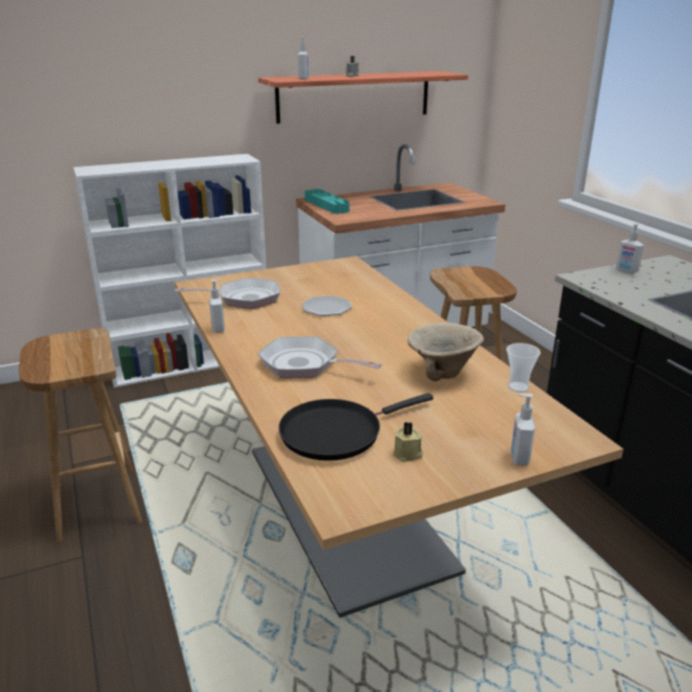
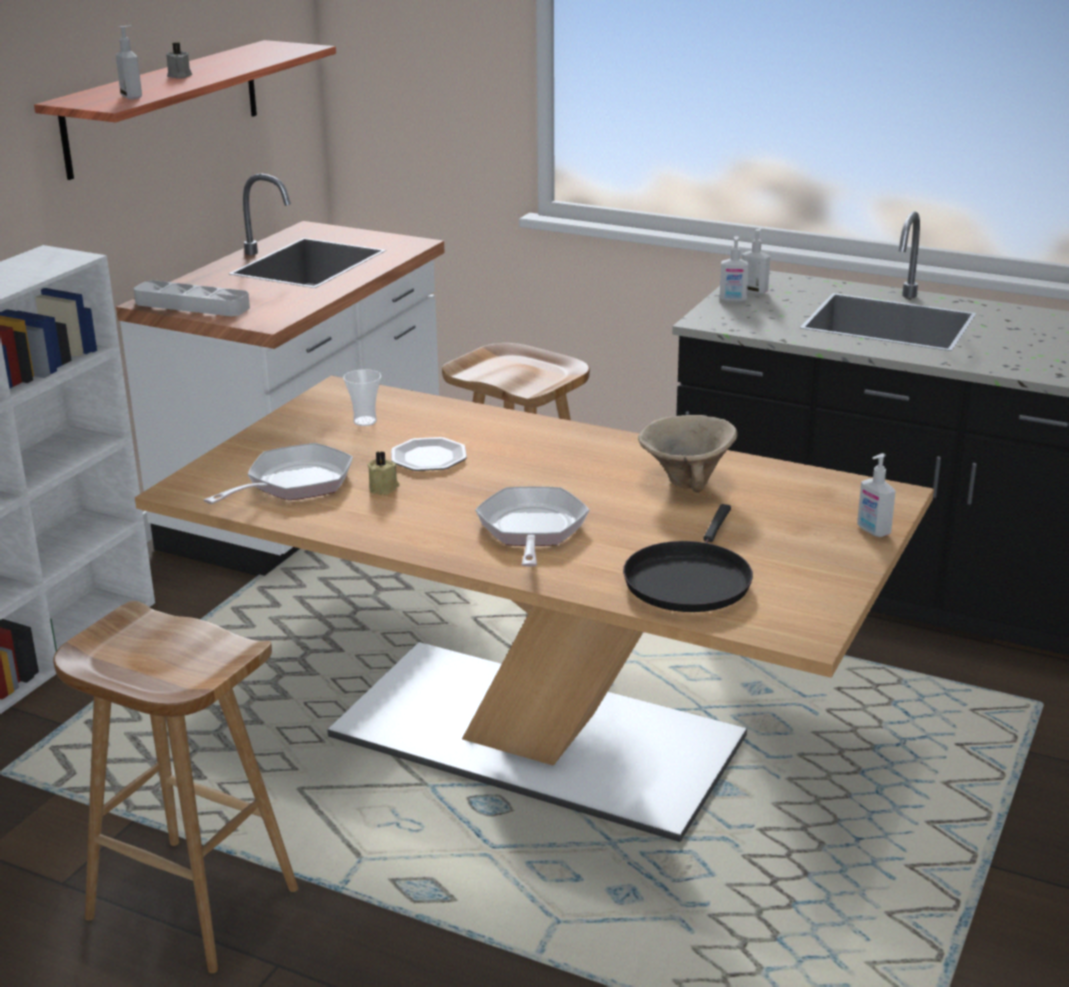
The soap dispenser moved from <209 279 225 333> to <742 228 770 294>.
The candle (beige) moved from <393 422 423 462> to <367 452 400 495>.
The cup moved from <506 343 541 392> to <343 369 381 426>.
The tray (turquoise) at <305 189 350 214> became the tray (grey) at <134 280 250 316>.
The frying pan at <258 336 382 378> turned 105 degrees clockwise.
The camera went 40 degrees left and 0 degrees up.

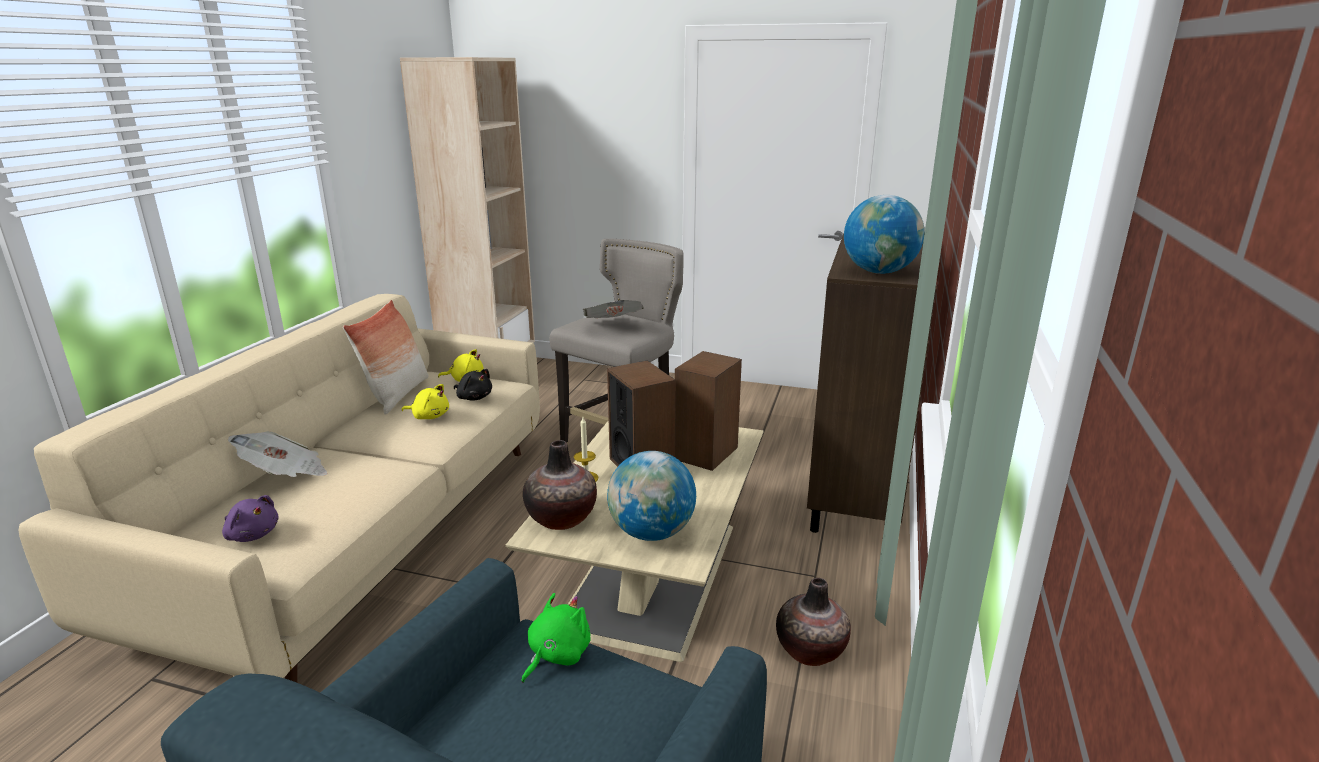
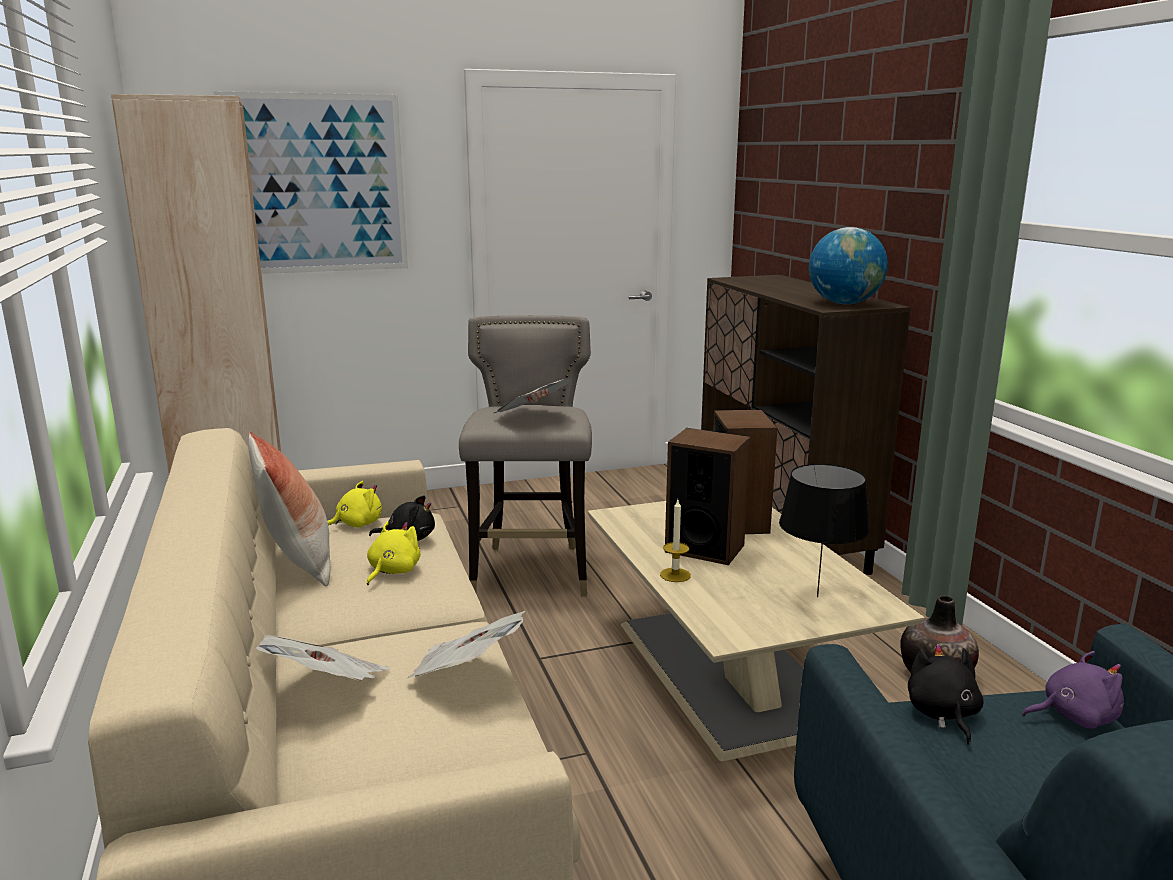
The vase at <523 440 597 530> disappeared.
The picture at <214 92 408 274> appeared.
The newspaper at <406 611 525 679> appeared.
The plush toy (purple) moved from <222 495 278 542> to <1022 651 1124 729>.
The globe at <607 451 696 541> was replaced by the table lamp (black) at <779 464 869 597>.
The plush toy (green) at <521 593 591 683> became the plush toy (black) at <908 644 984 745>.
The plush toy (yellow) at <401 384 449 419> turned 45 degrees counterclockwise.
The camera went 35 degrees left and 5 degrees down.

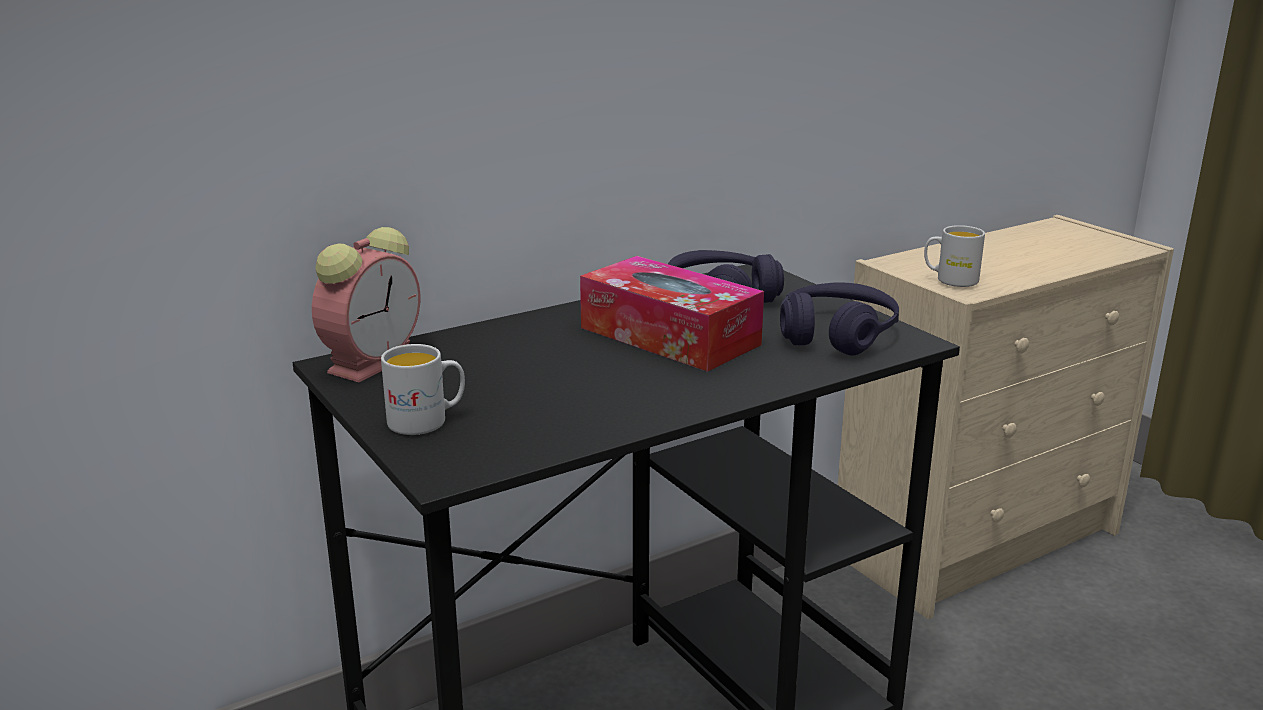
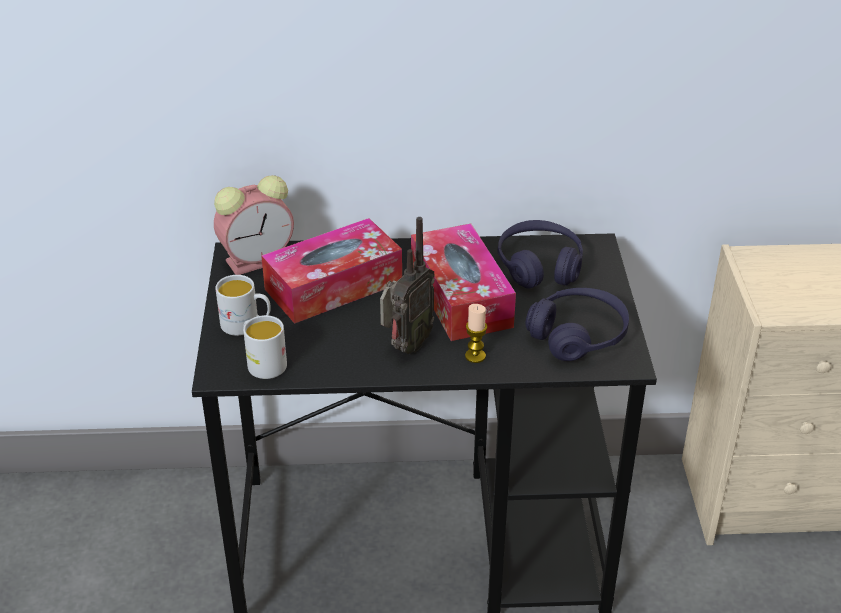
The tissue box at <261 218 402 324> appeared.
The radio at <380 217 435 354> appeared.
The candle at <465 304 487 363> appeared.
The mug (white) moved from <924 225 985 287> to <243 315 287 379>.
The camera went 30 degrees right and 15 degrees up.

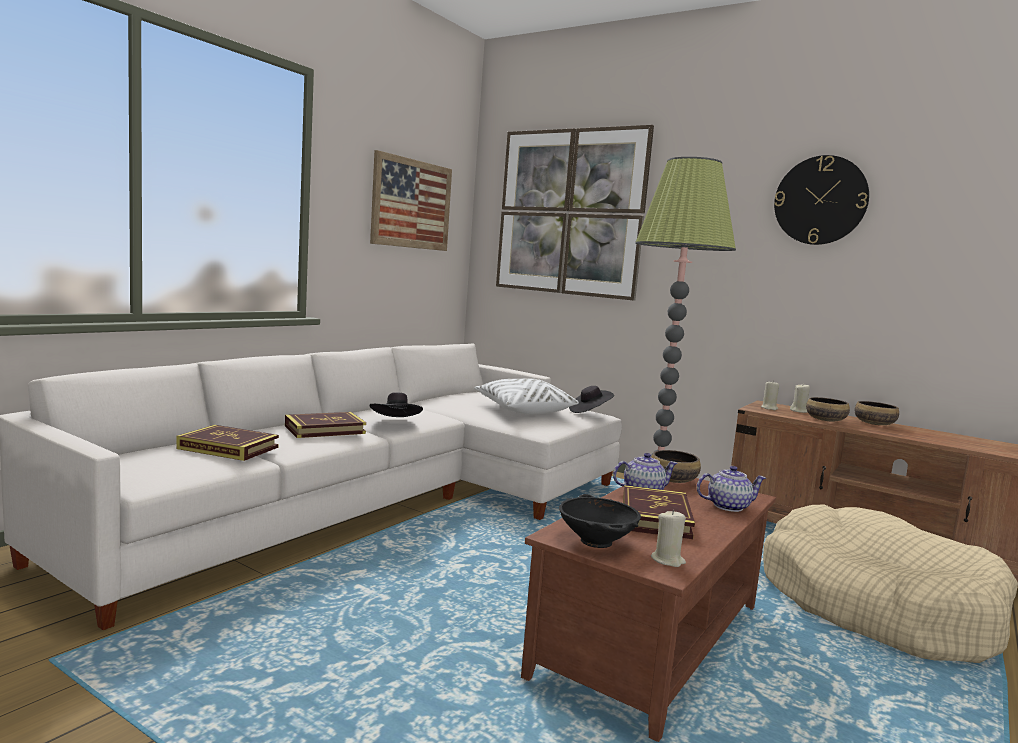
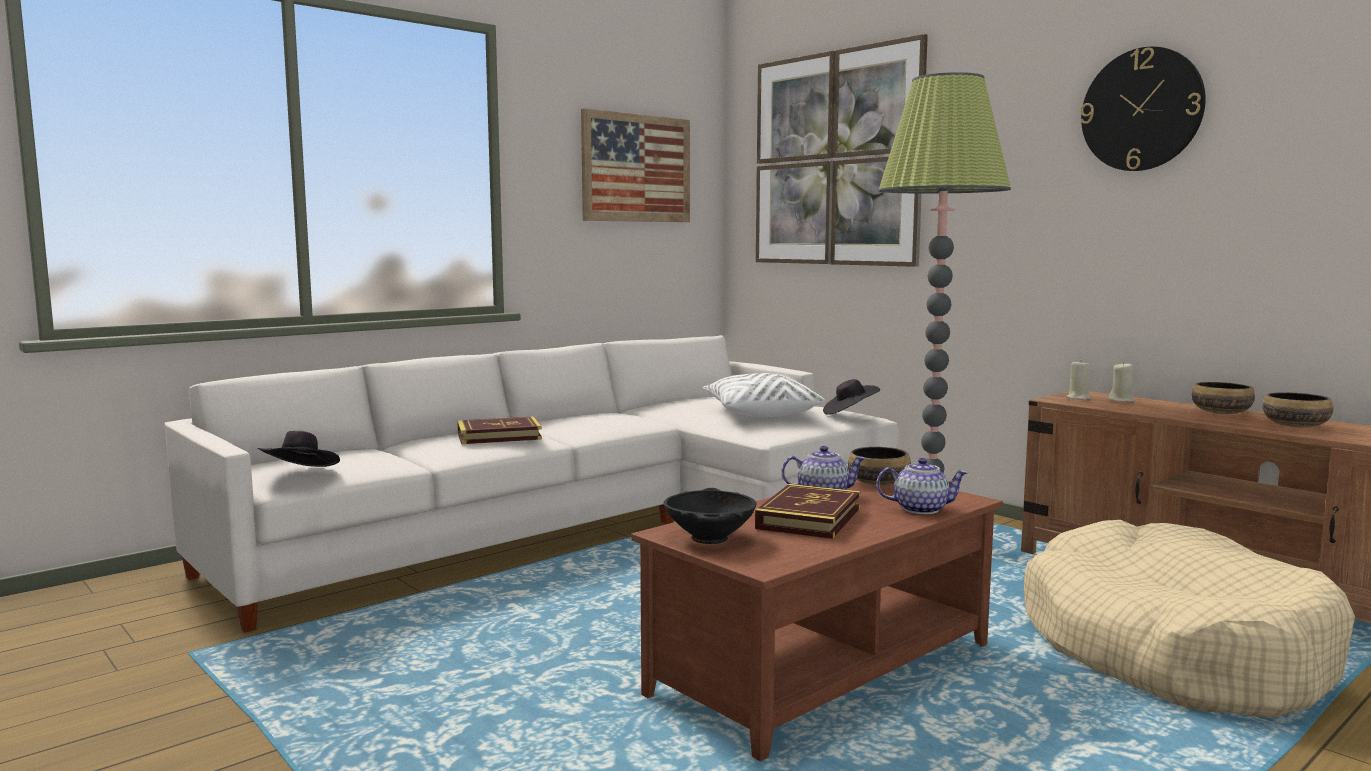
The book at <177 425 279 461> disappeared.
The candle (beige) at <651 510 686 567> disappeared.
The hat (black) moved from <370 392 423 417> to <257 431 340 467>.
The bowl moved from <806 397 850 421> to <1263 392 1333 427>.
The camera went 15 degrees right and 0 degrees up.

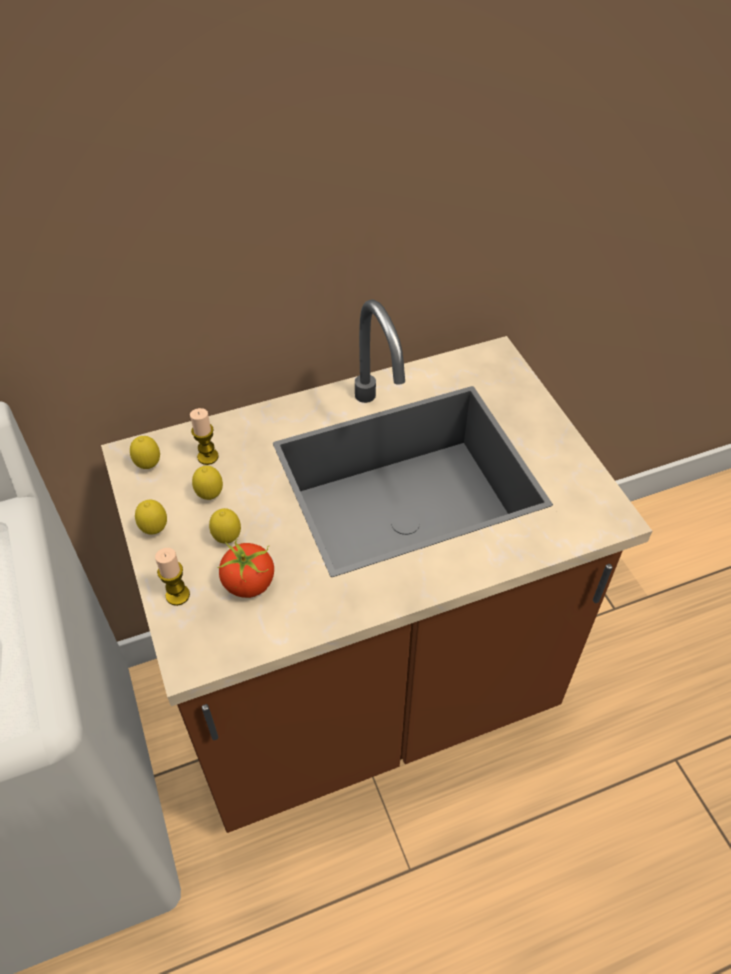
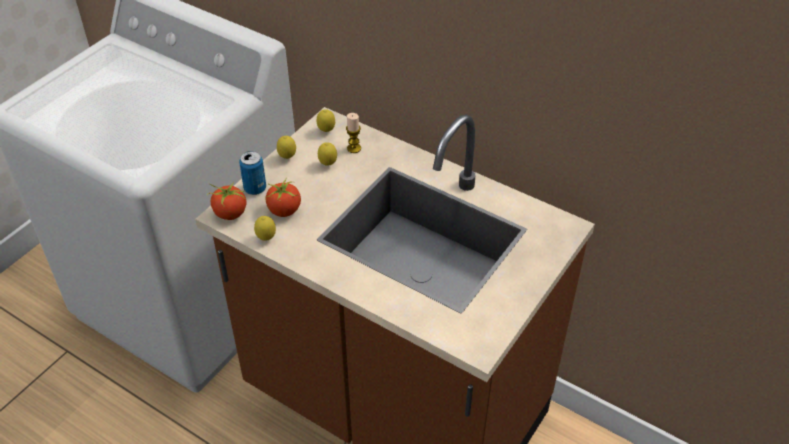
The tomato at <207 182 246 220> appeared.
The lemon moved from <209 508 241 544> to <254 216 276 241>.
The candle at <155 548 190 606> was replaced by the can at <239 151 266 195>.
The camera went 55 degrees right and 5 degrees down.

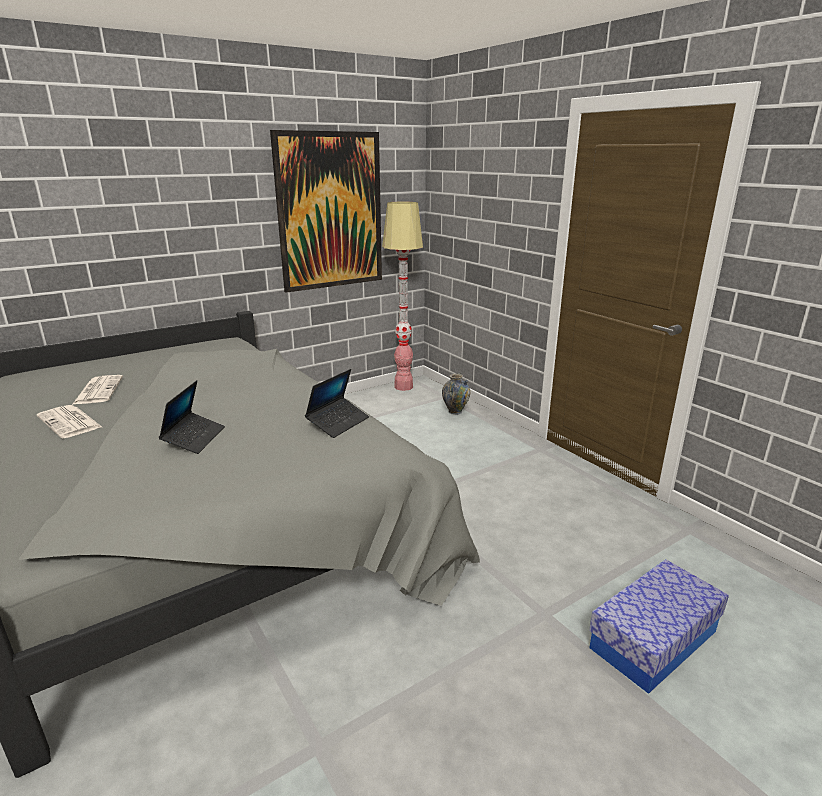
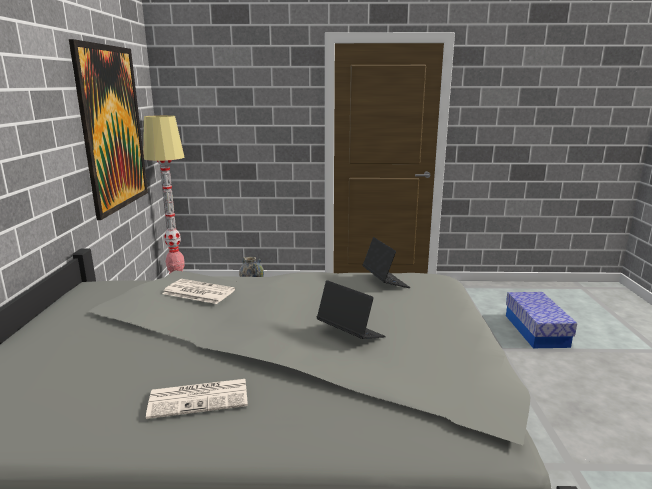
The newspaper moved from <72 375 123 405> to <162 279 235 304>.
The camera went 55 degrees left and 5 degrees down.

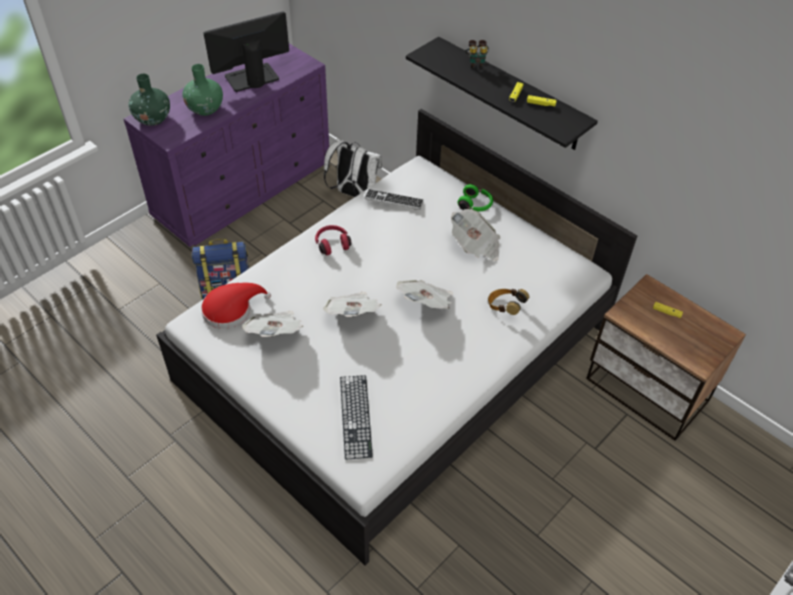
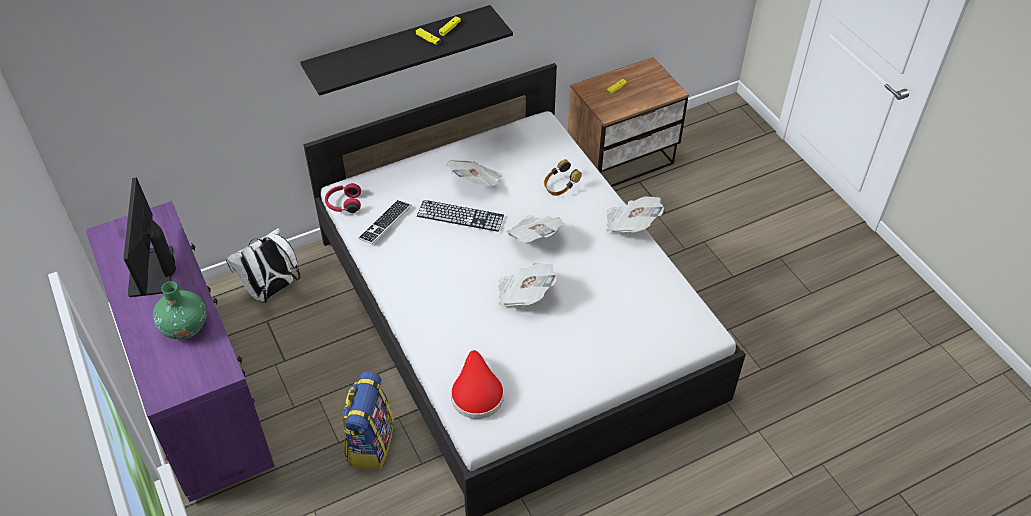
The vase (green) at <128 74 170 126> disappeared.
The headphones (green) at <458 184 493 212> disappeared.
The binoculars at <465 40 489 68> disappeared.
The newspaper moved from <242 311 303 337> to <606 196 664 233>.
The headphones (red) moved from <315 225 352 255> to <325 183 361 213>.
The keyboard moved from <340 375 373 460> to <417 200 504 232>.
The camera went 70 degrees left and 0 degrees up.

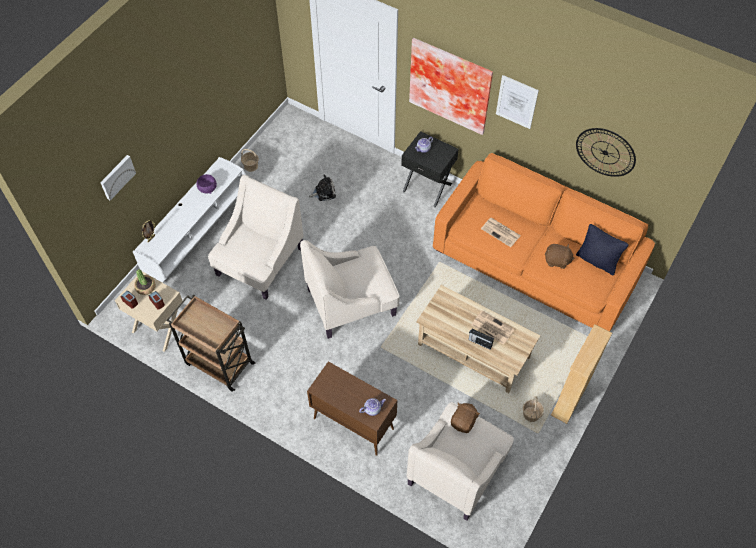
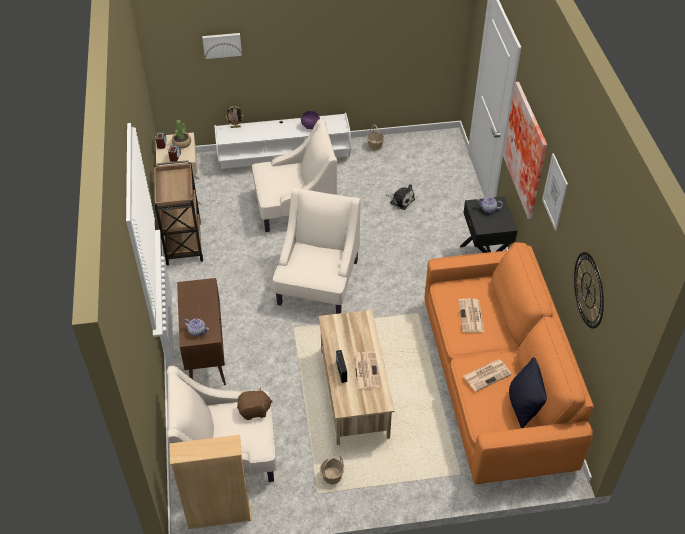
The bookcase (beige) moved from <551 324 612 424> to <169 435 252 529>.
The plush toy (brown) at <545 244 575 269> was replaced by the newspaper at <463 359 512 392>.
The armchair (beige) at <300 240 400 339> turned 75 degrees clockwise.
The camera went 50 degrees right and 10 degrees down.

